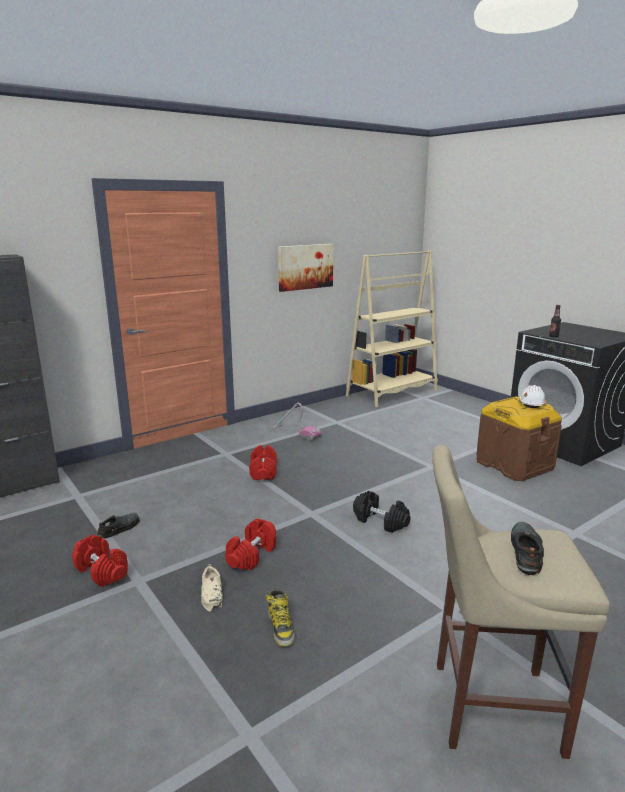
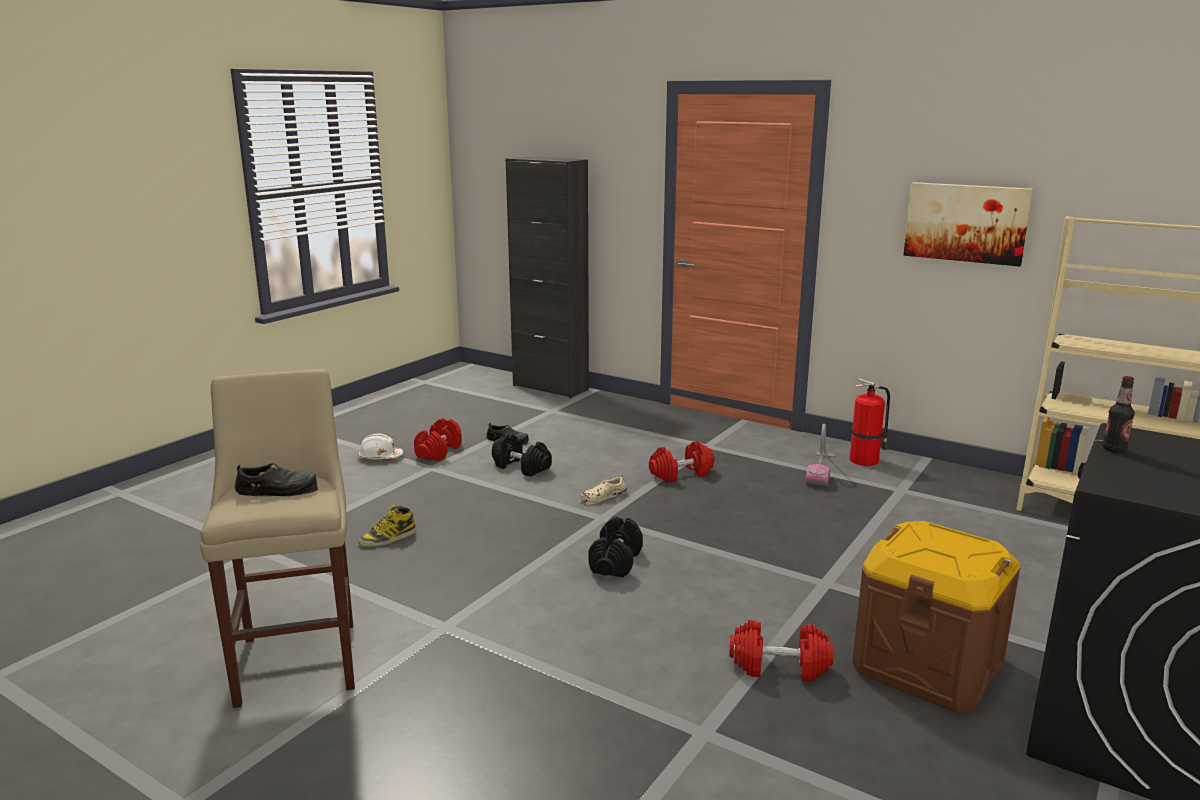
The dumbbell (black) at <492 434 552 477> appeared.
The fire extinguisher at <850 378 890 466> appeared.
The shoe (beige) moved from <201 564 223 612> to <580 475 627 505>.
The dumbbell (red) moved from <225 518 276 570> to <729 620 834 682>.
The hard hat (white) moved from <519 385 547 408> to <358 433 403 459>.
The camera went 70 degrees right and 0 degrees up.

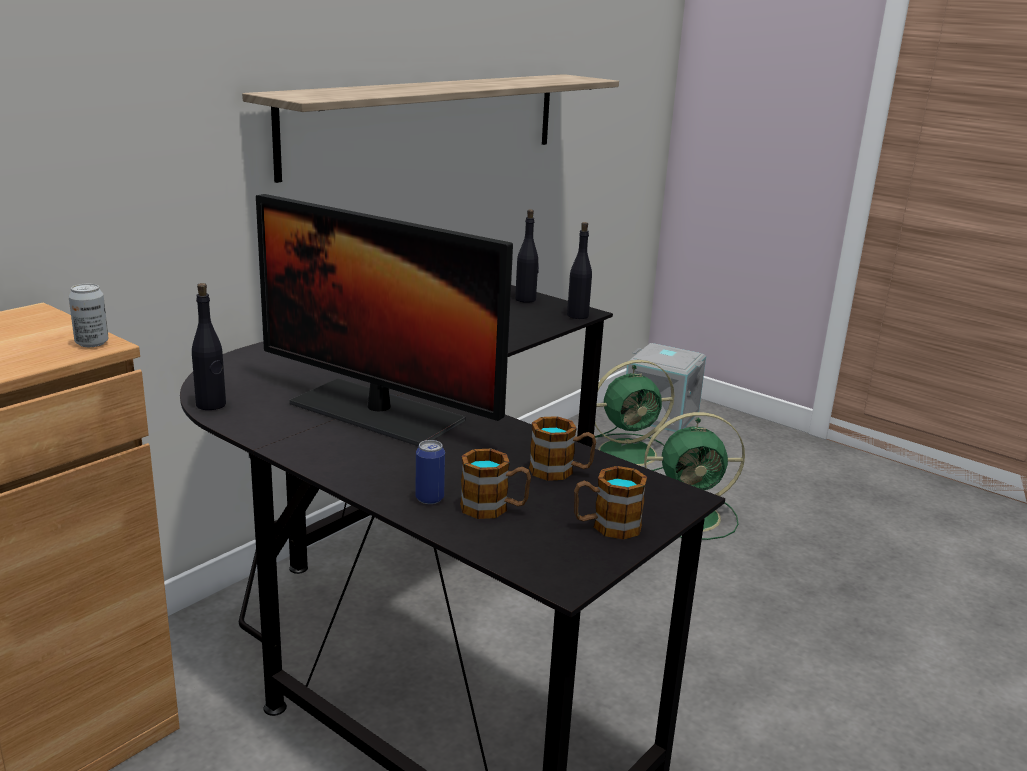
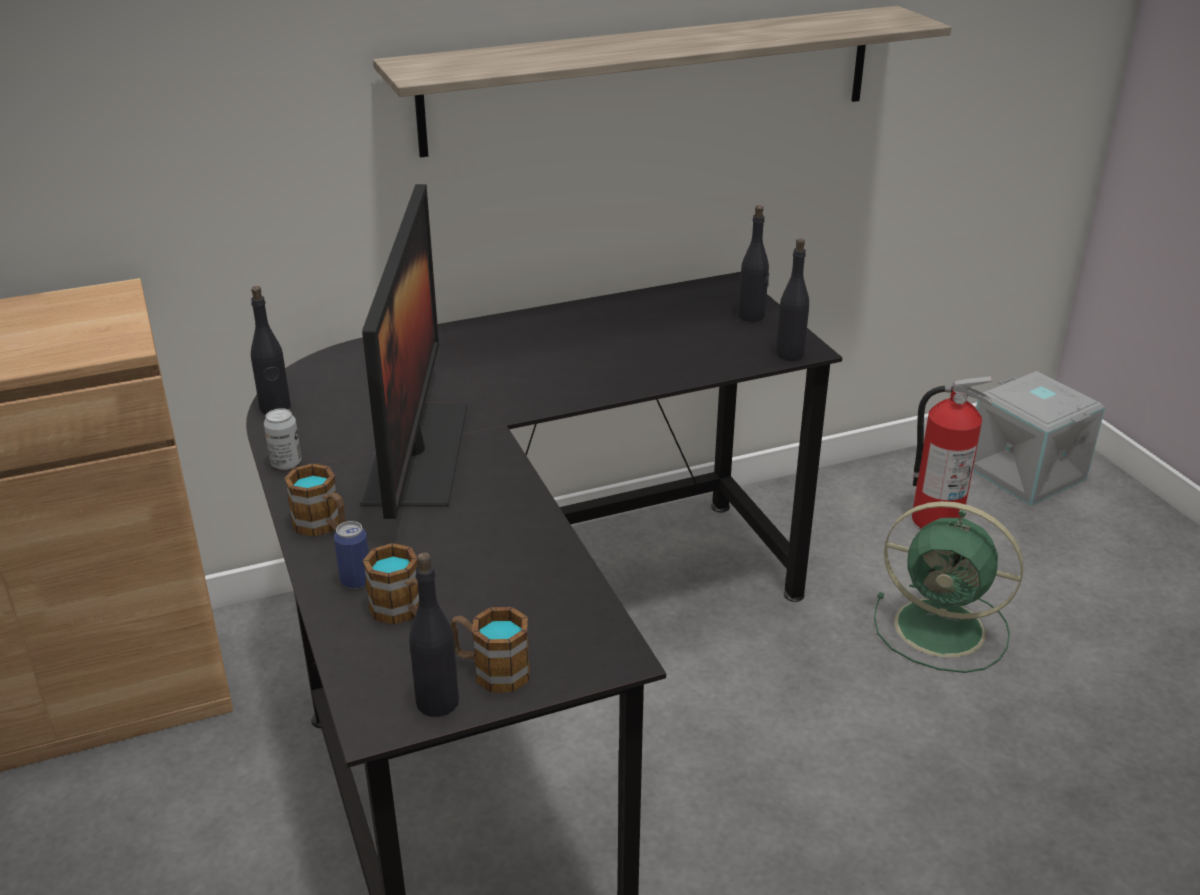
The bottle (black) at <409 553 459 717> appeared.
The can moved from <69 284 108 347> to <264 408 302 470>.
The mug moved from <529 416 596 481> to <284 463 345 537>.
The fan (green) at <595 360 674 471> was replaced by the fire extinguisher at <912 376 992 529>.
The monitor at <256 194 513 446> turned 150 degrees counterclockwise.
The camera went 30 degrees right and 10 degrees up.

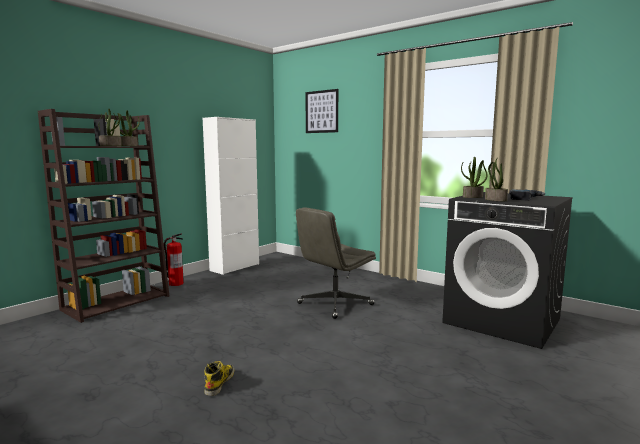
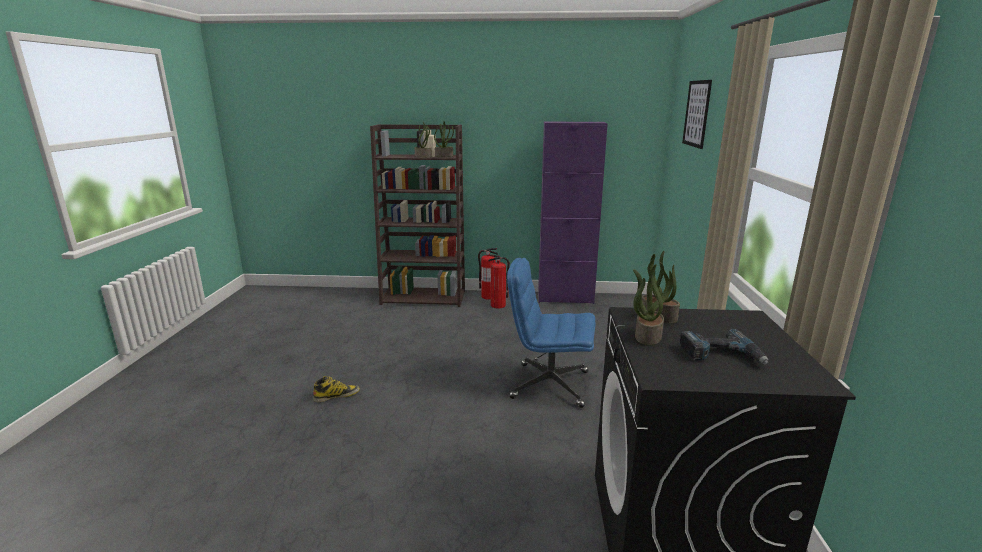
The fire extinguisher at <488 254 510 309> appeared.
The cabinet (white) at <203 117 259 275> became the cabinet (purple) at <538 122 608 304>.
The office chair (grey) at <296 208 376 319> became the office chair (blue) at <507 258 596 408>.
The camera went 55 degrees right and 10 degrees up.

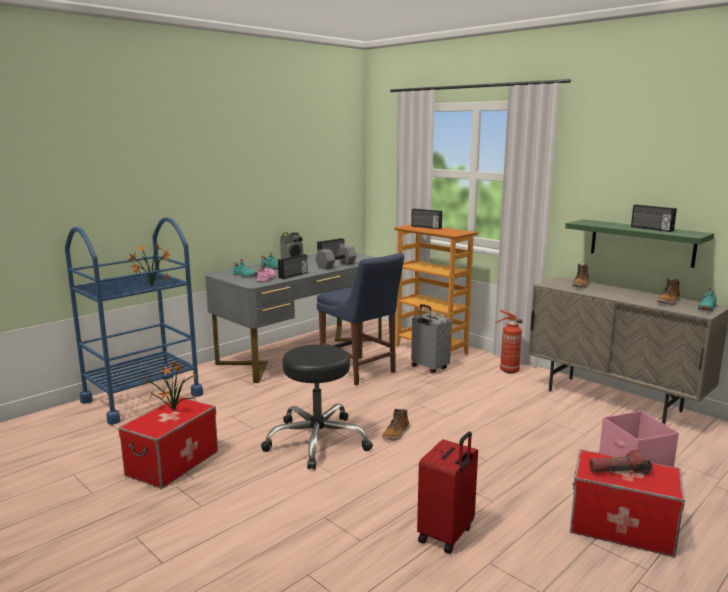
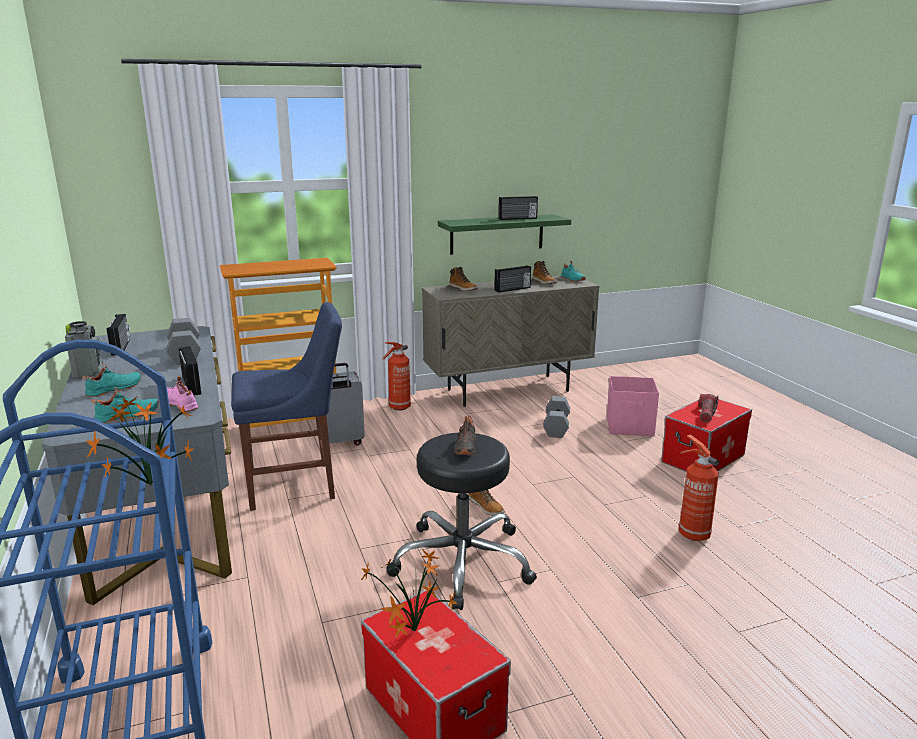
The shoe (black) at <454 416 476 455> appeared.
The dumbbell (grey) at <543 396 570 438> appeared.
The radio moved from <411 209 442 229> to <494 265 531 293>.
The suitcase (red) at <417 431 478 554> was replaced by the fire extinguisher at <679 435 719 541>.
The camera went 65 degrees left and 5 degrees up.

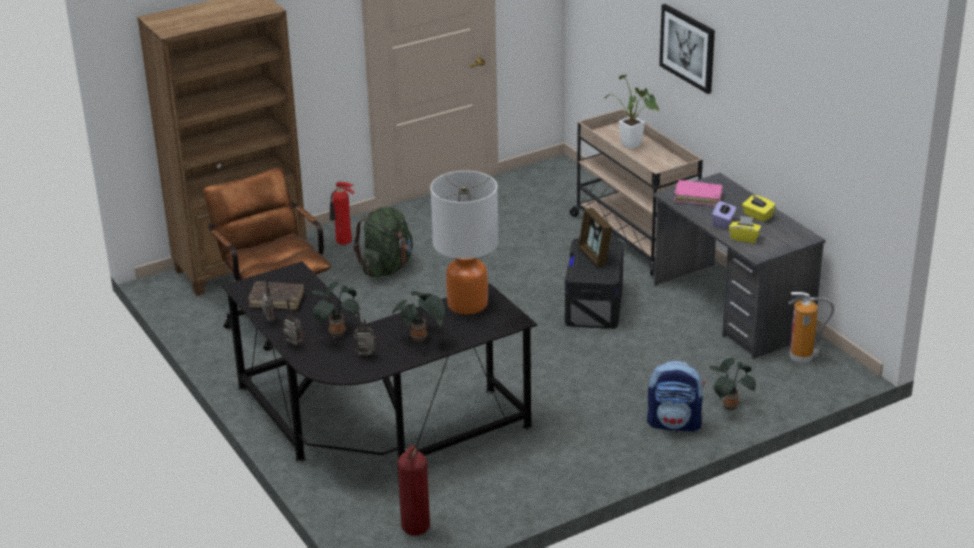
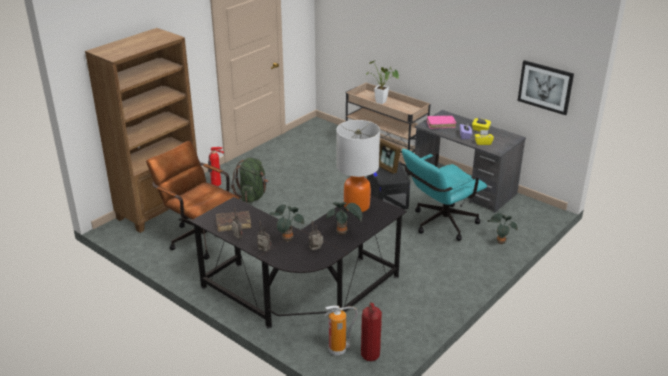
The backpack at <647 360 705 432> disappeared.
The office chair (turquoise) at <402 149 487 241> appeared.
The picture moved from <659 4 715 94> to <518 60 574 115>.
The fire extinguisher moved from <788 292 834 364> to <324 306 358 356>.
The camera went 20 degrees left and 0 degrees up.

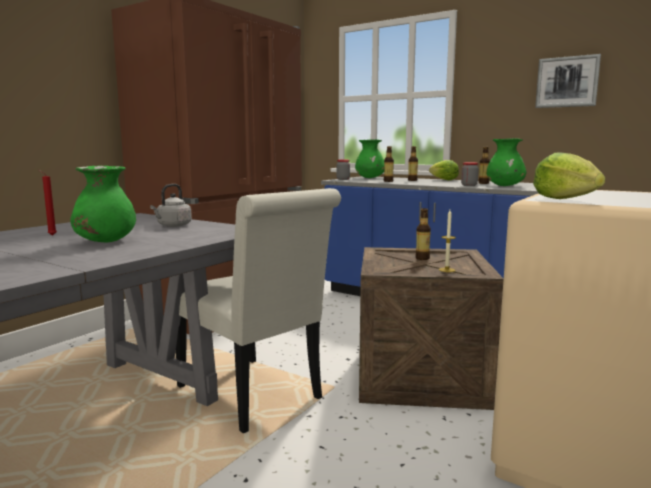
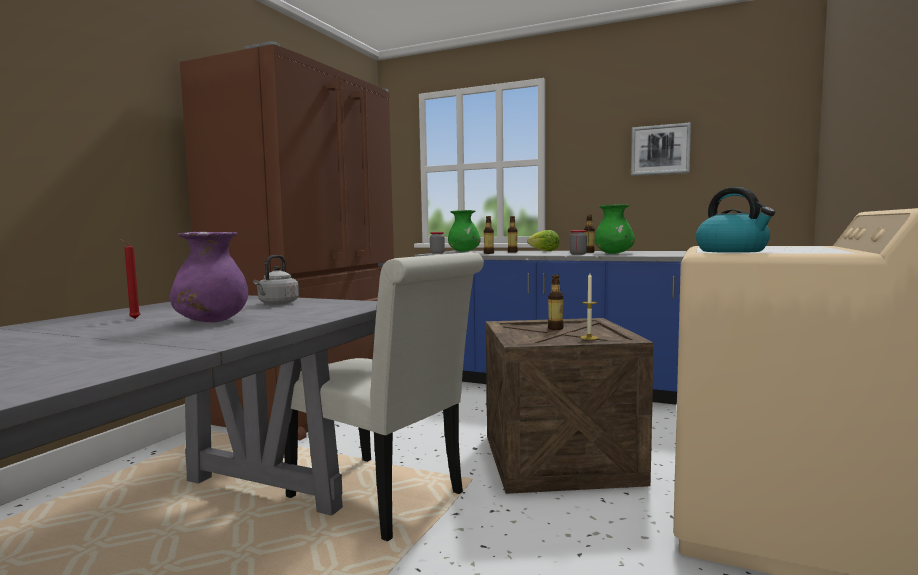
The lettuce at <533 152 605 199> was replaced by the kettle at <696 187 775 253>.
The vase (green) at <70 166 136 242> became the vase (purple) at <170 232 248 322>.
The camera went 10 degrees left and 5 degrees down.

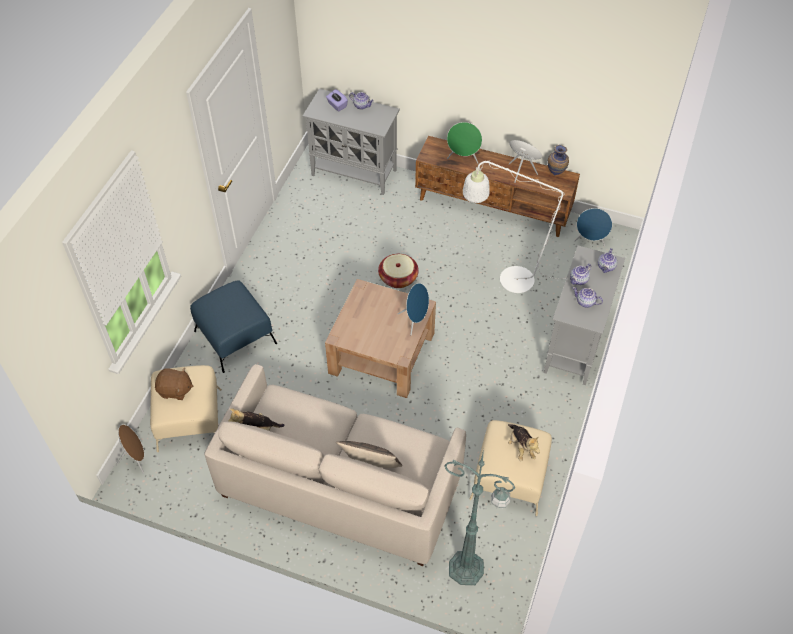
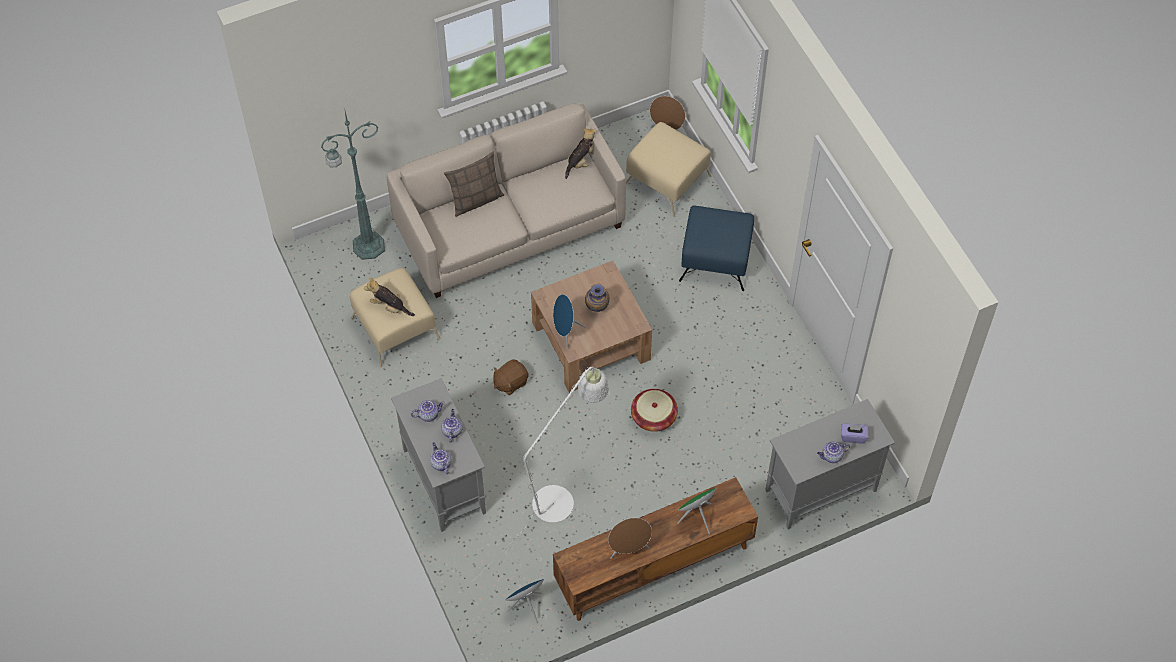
The plush toy (brown) moved from <155 368 193 400> to <493 359 529 395>.
The vase moved from <547 145 569 175> to <585 283 610 312>.
The camera went 135 degrees right and 5 degrees up.

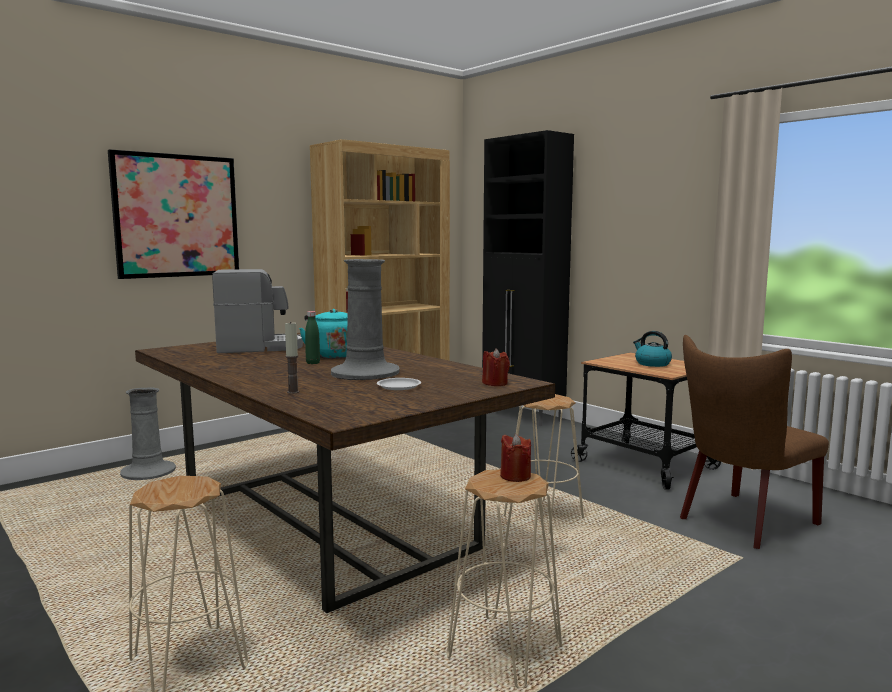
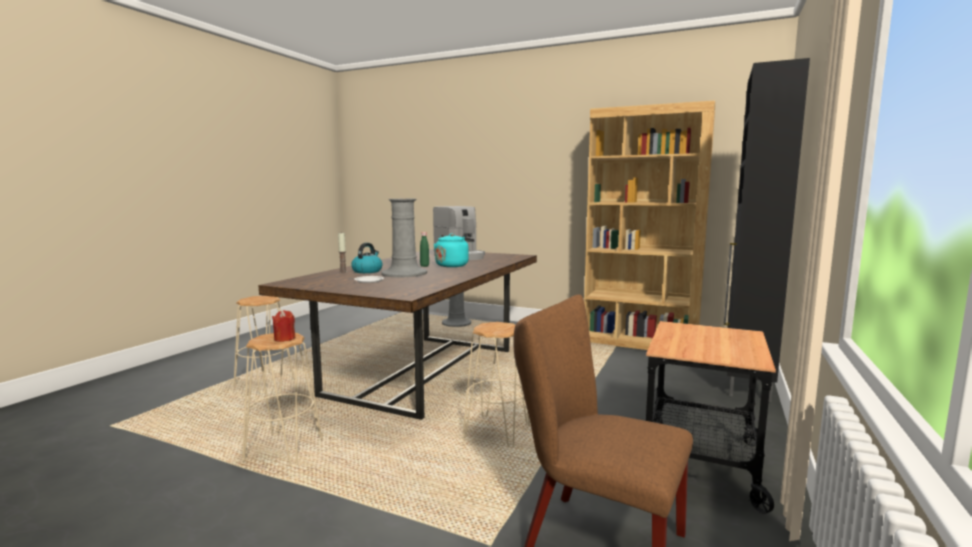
The picture at <108 149 239 279> disappeared.
The candle (red) at <482 348 510 386> disappeared.
The kettle moved from <633 331 672 367> to <351 243 383 273>.
The camera went 65 degrees right and 0 degrees up.

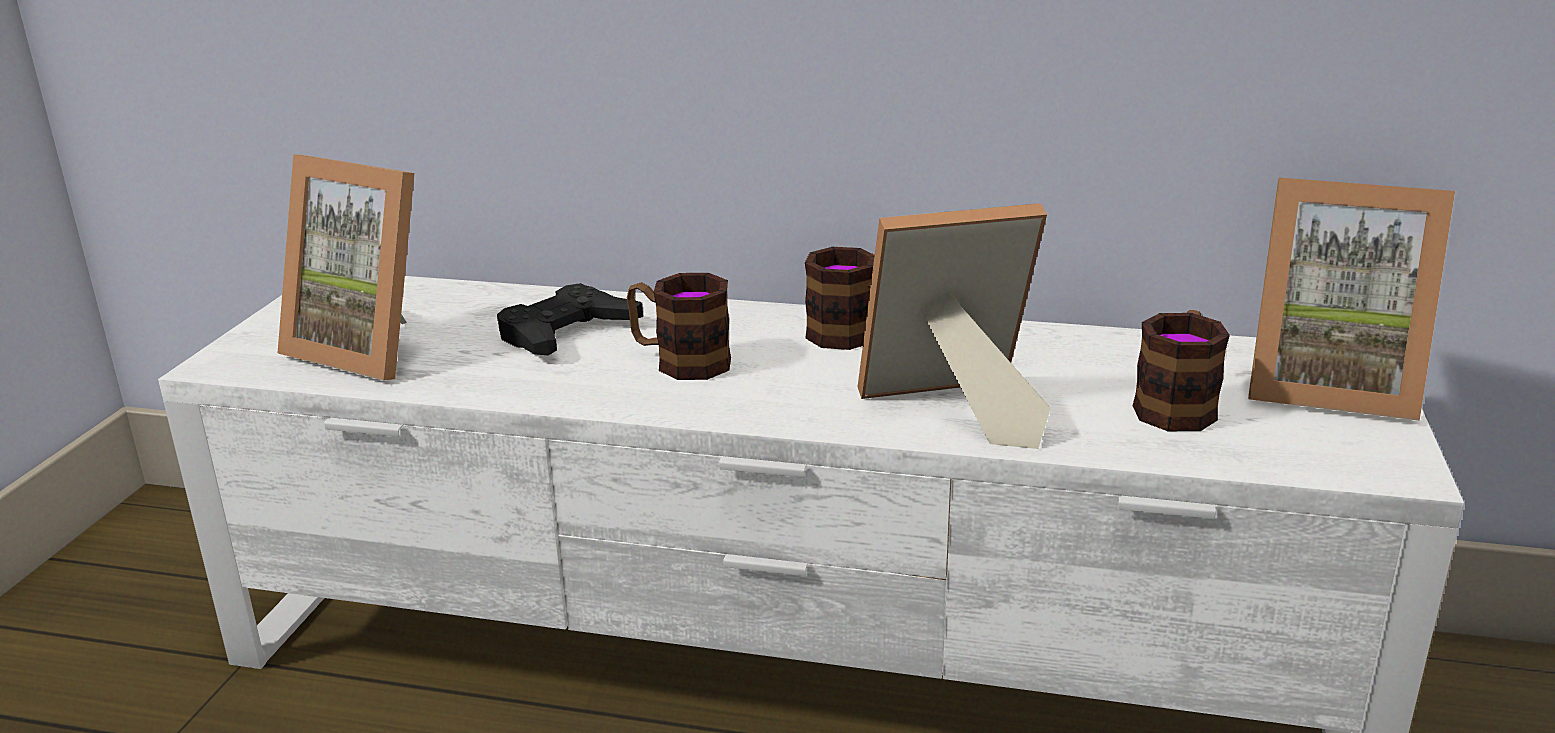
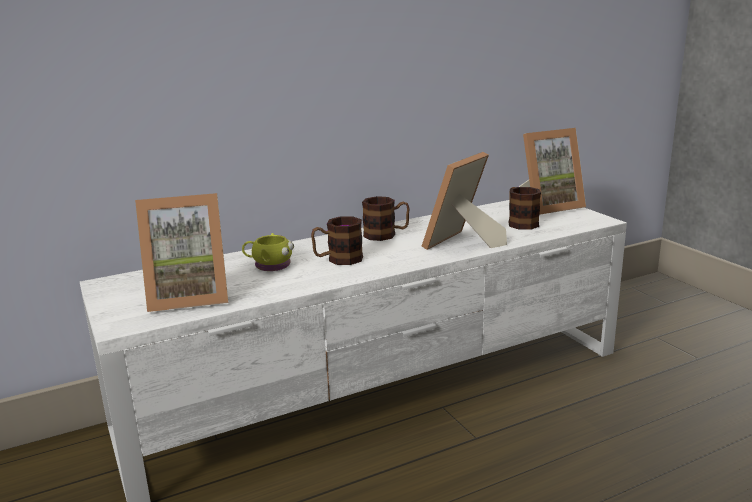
The game controller (black) at <497 283 643 355> was replaced by the mug (yellow) at <242 233 294 271>.
The camera went 40 degrees left and 5 degrees down.

